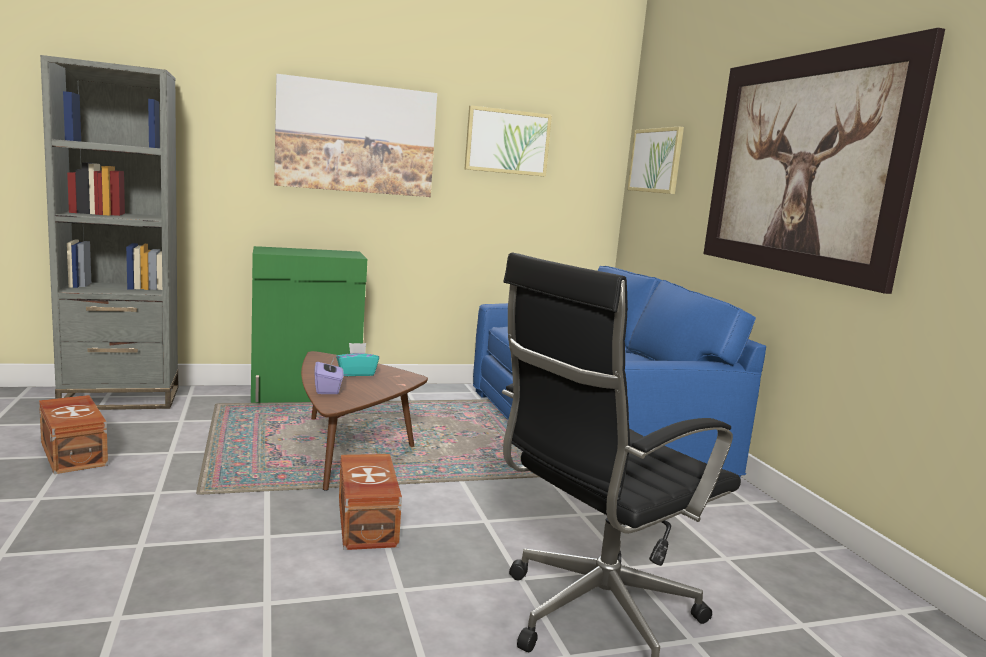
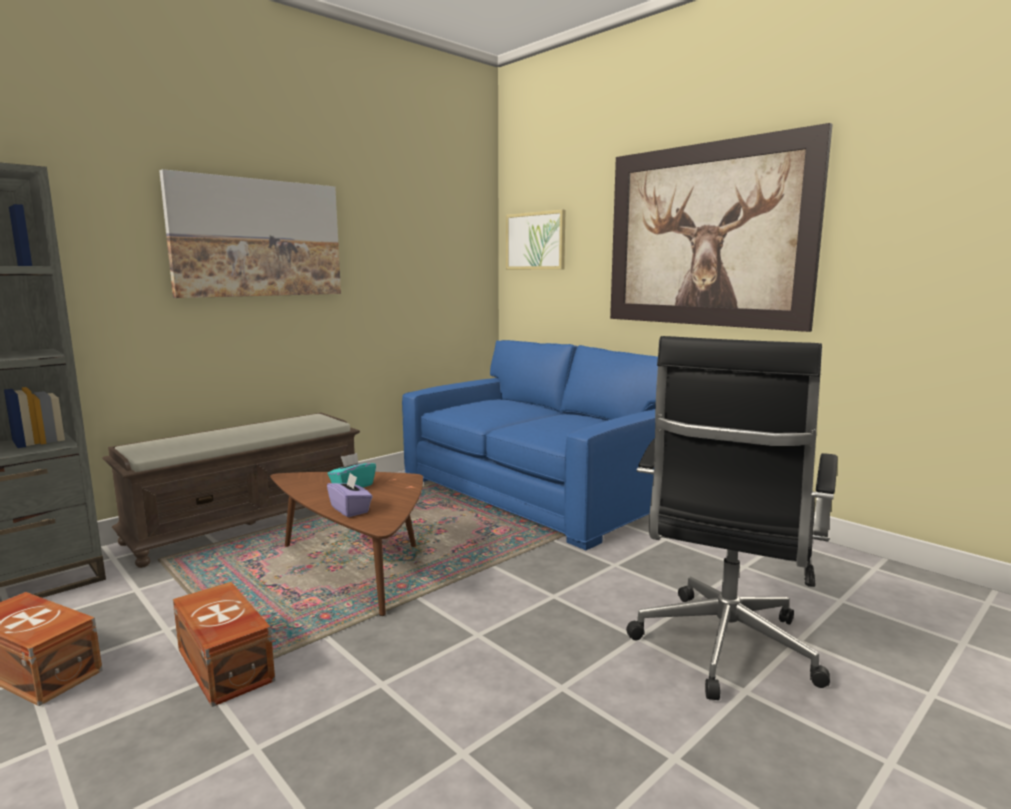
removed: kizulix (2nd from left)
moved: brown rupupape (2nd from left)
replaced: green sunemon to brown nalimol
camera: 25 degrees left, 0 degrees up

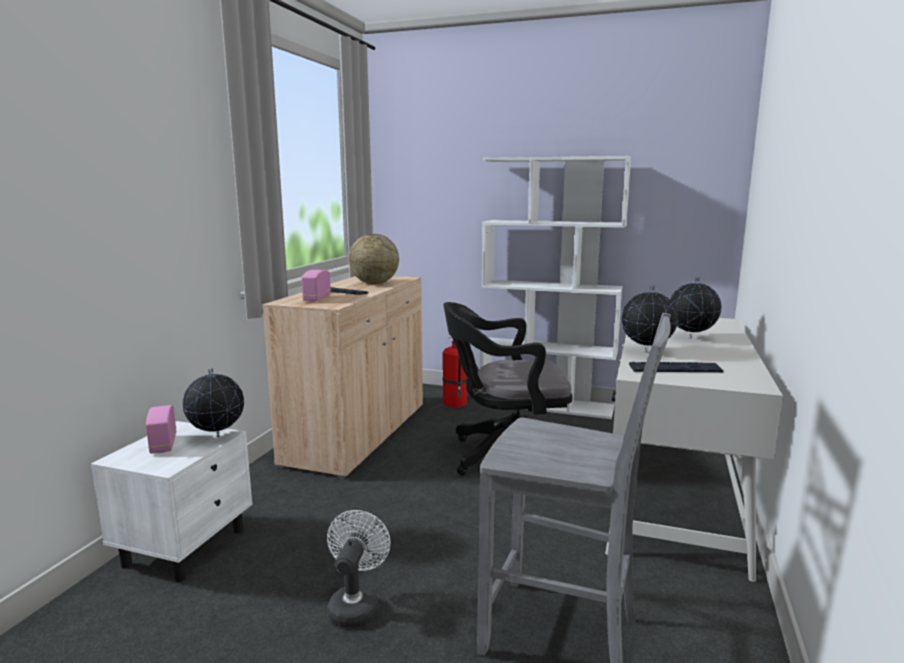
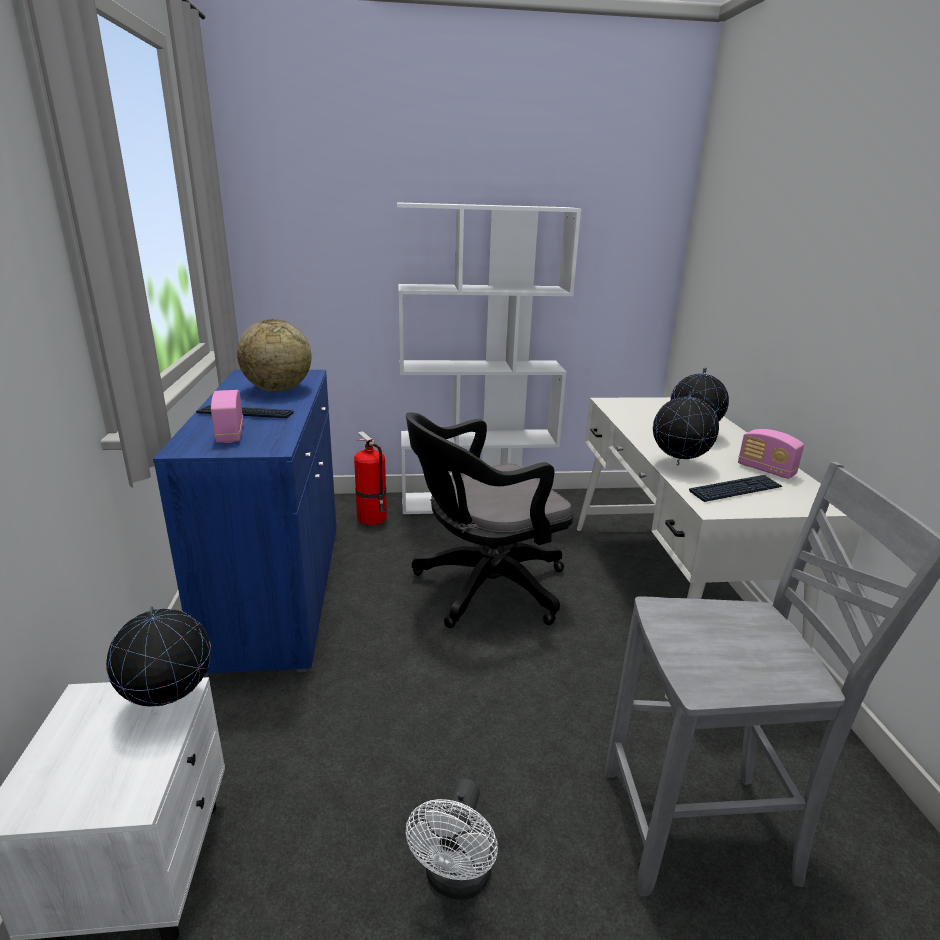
moved: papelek (1st from left in the first image) to papelek (2nd from left)
recoloured: beige sunemon to blue sunemon
turned: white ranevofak 150 degrees counterclockwise
camera: 25 degrees left, 10 degrees up

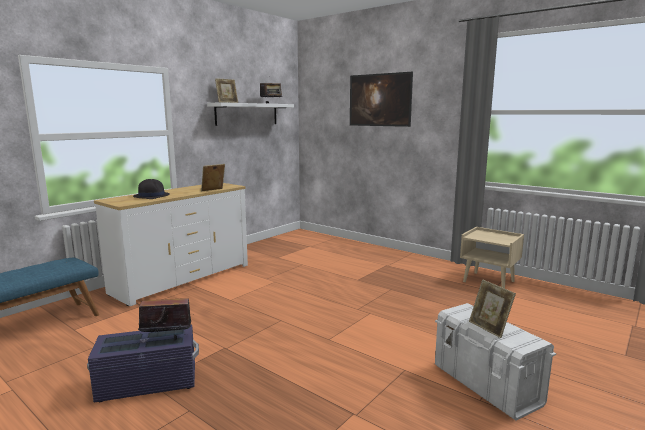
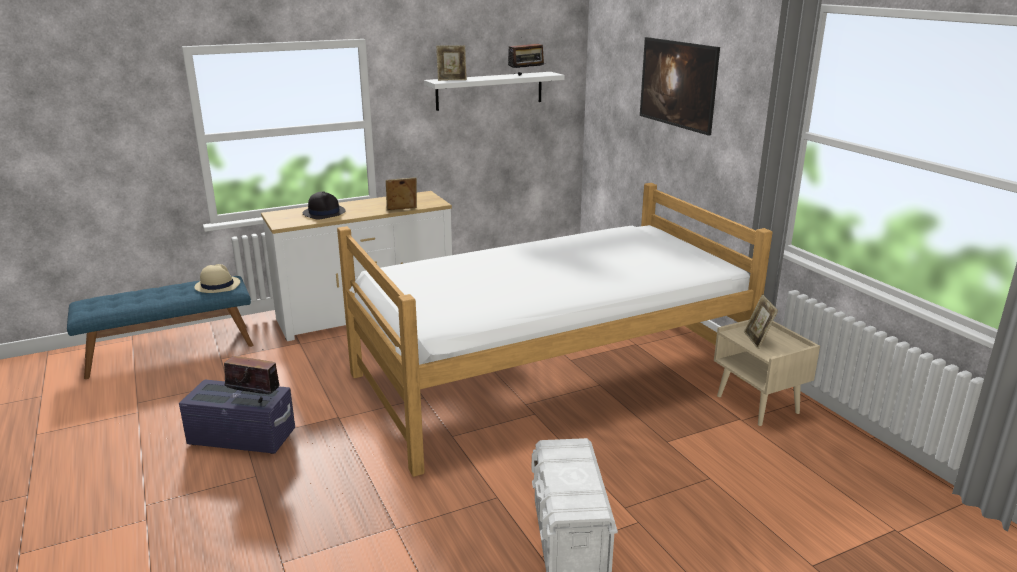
added: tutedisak; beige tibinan
moved: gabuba (3rd from left)
camera: 25 degrees right, 10 degrees up

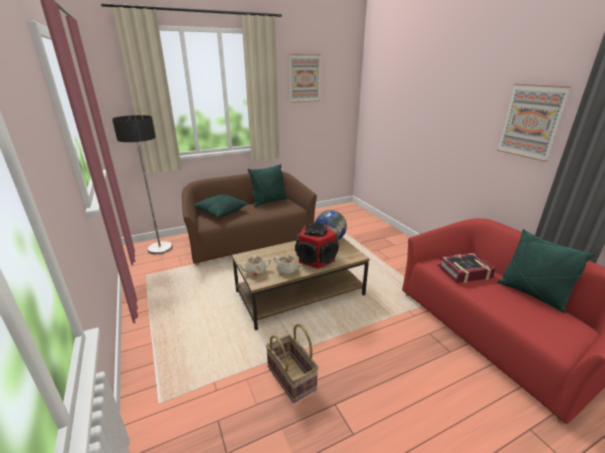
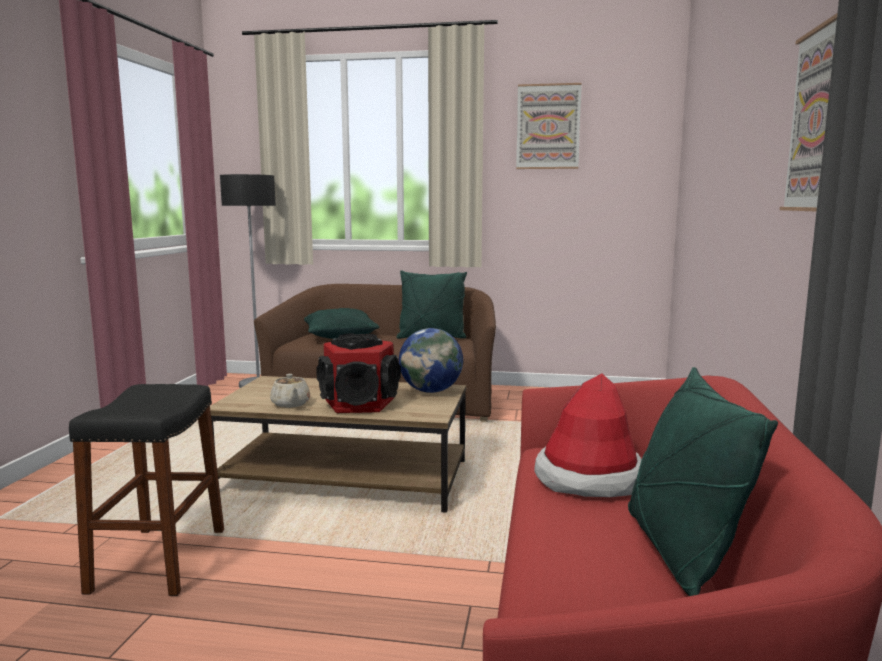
removed: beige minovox (1st from left)
replaced: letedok to tibinan; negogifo to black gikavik
camera: 35 degrees right, 15 degrees down

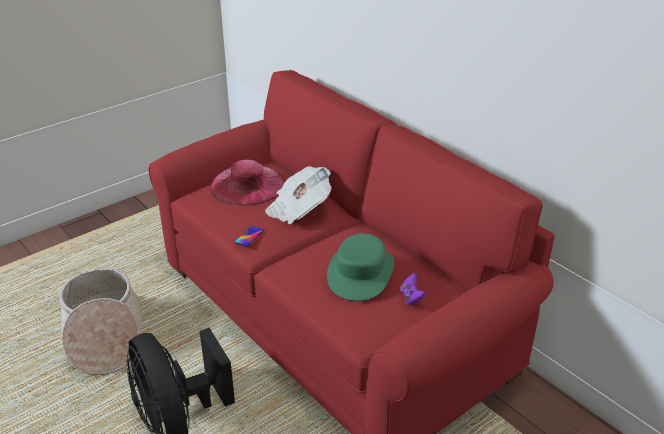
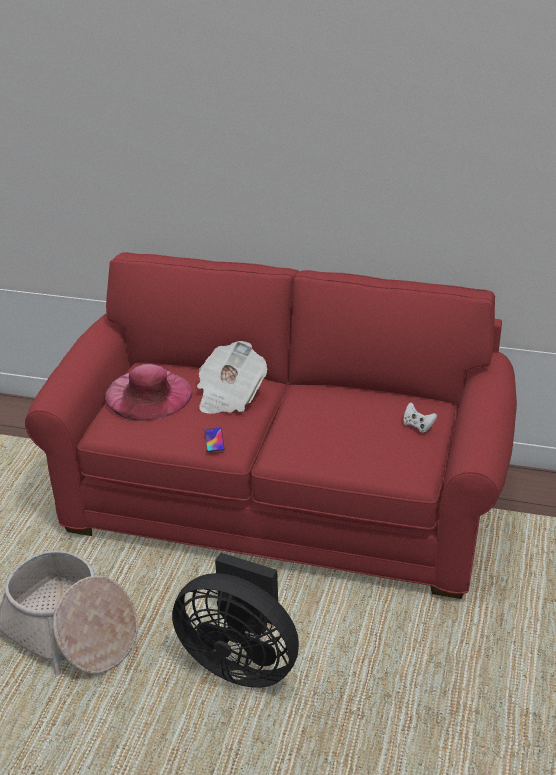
removed: green tibinan
recoloured: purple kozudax to white kozudax
camera: 35 degrees left, 0 degrees up

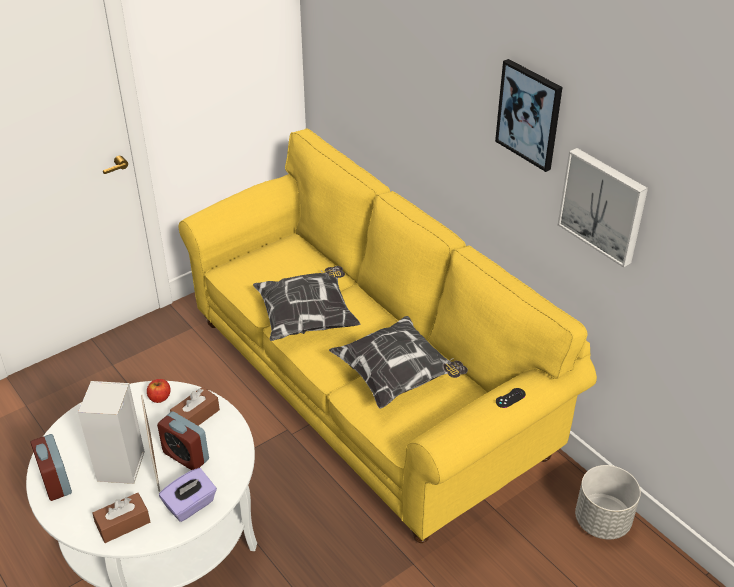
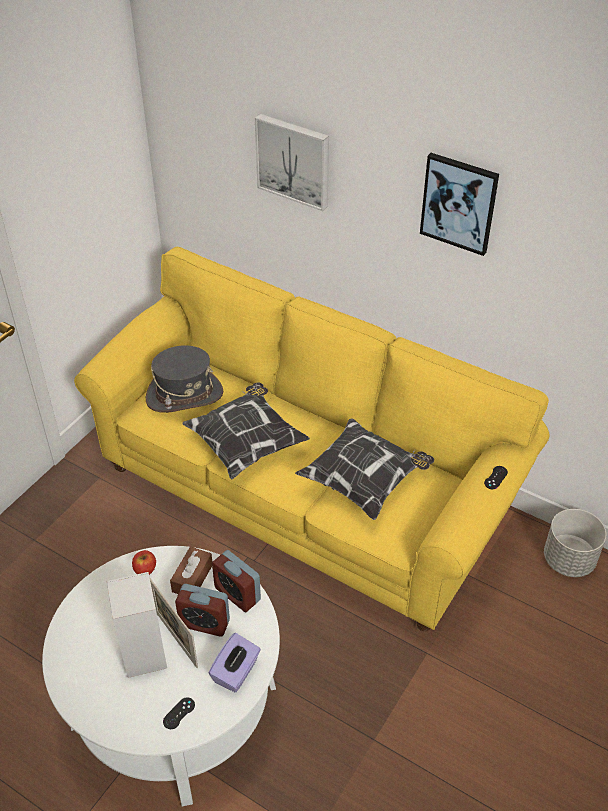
added: grey tibinan
moved: kizulix (2nd from left in the first image) to kizulix (1st from left); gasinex (1st from left in the first image) to gasinex (2nd from left)
replaced: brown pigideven (1st from left) to black kozudax (1st from left)
camera: 20 degrees left, 5 degrees up

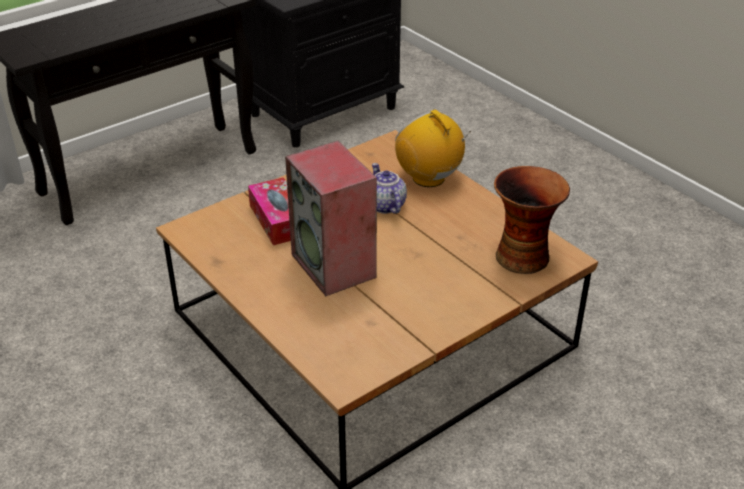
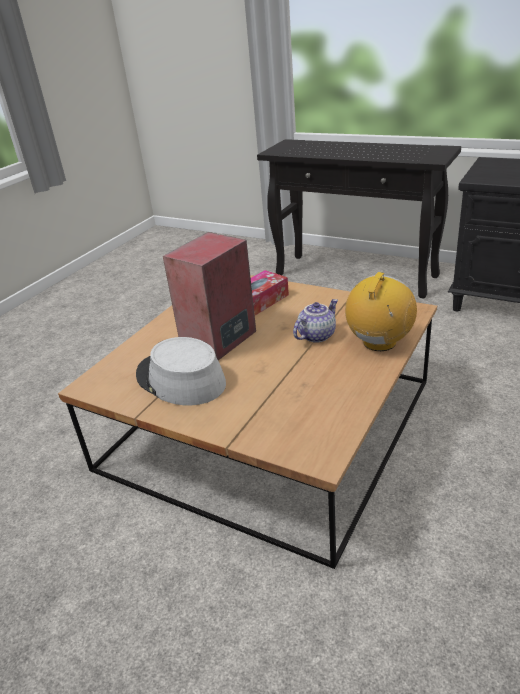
removed: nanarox
added: grey tibinan
camera: 70 degrees right, 5 degrees down

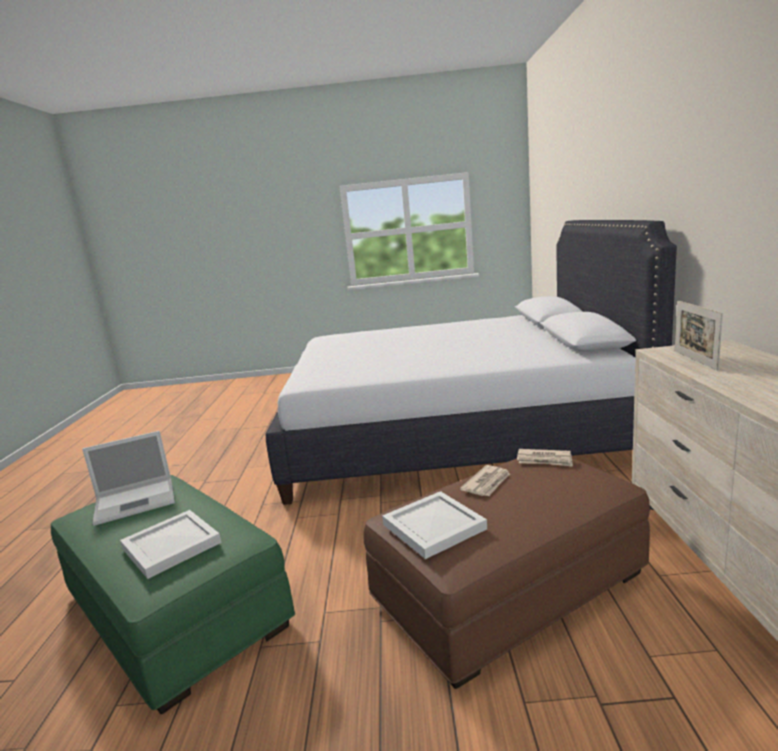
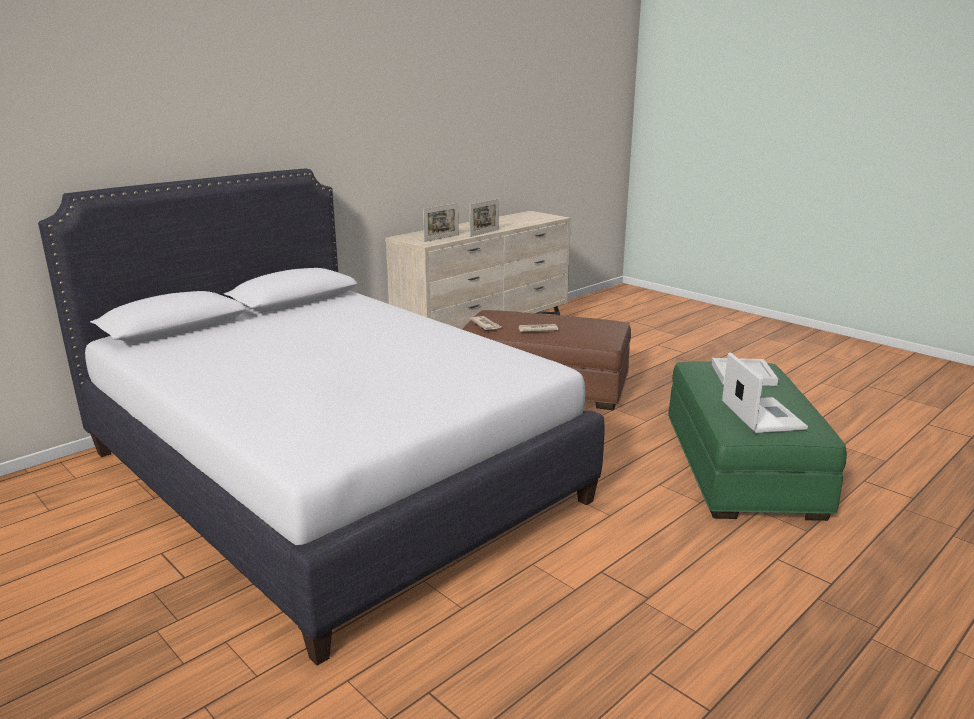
removed: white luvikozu (2nd from left)
added: gabuba (2nd from left)
turned: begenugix 60 degrees clockwise
camera: 135 degrees left, 5 degrees up

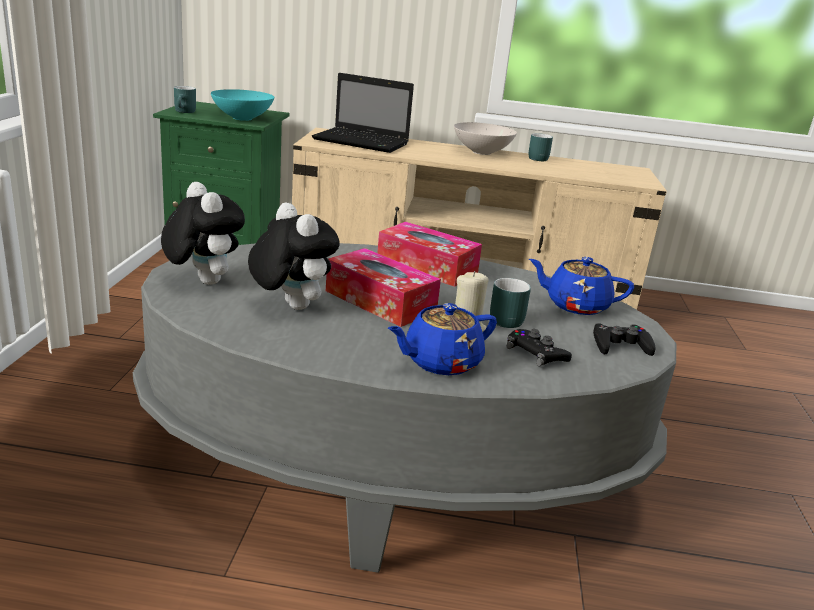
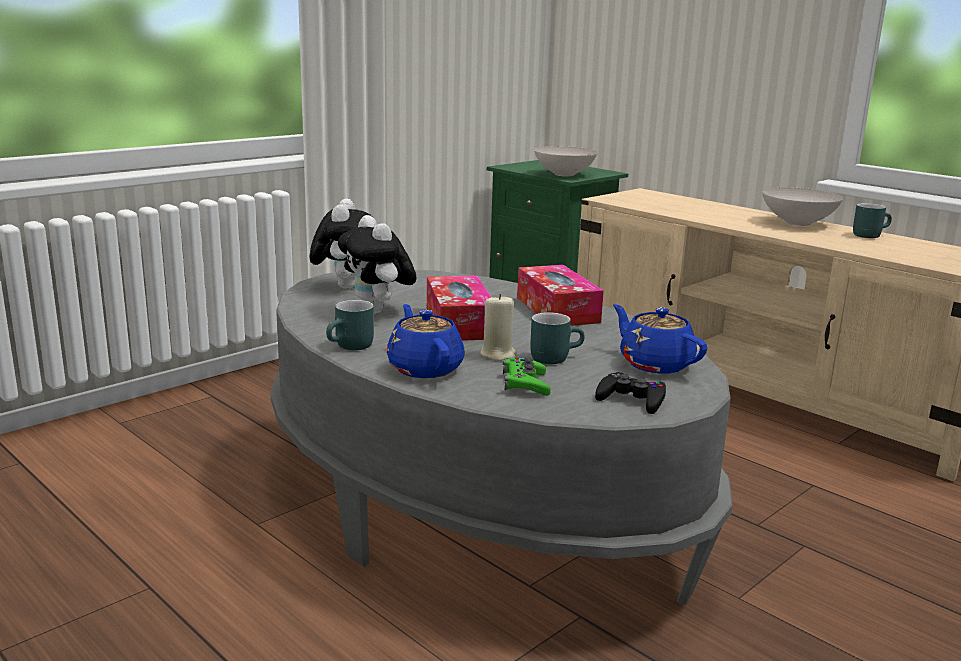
removed: begenugix
moved: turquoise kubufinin (1st from left)
recoloured: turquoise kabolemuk to white kabolemuk (1st from left); black kozudax (1st from left) to green kozudax
turned: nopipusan (2nd from left) 150 degrees clockwise; blue minovox (1st from left) 60 degrees clockwise
camera: 40 degrees right, 5 degrees down

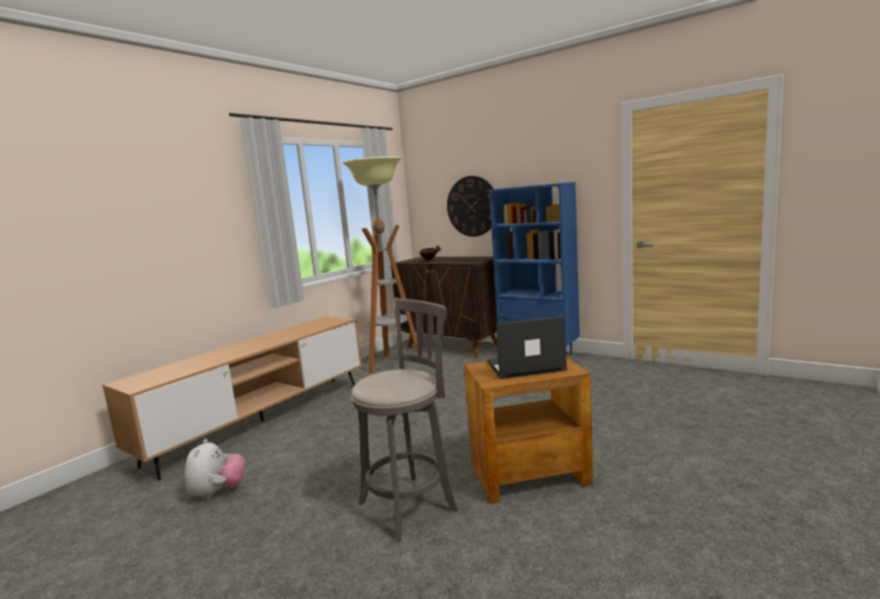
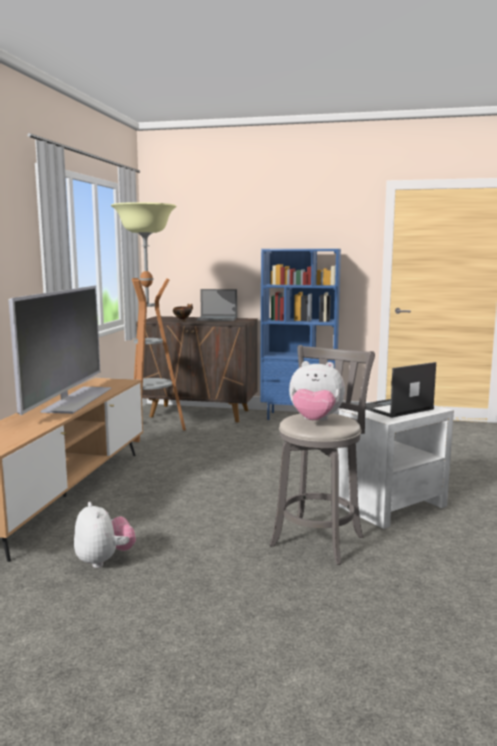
removed: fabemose
added: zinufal; begenugix (1st from left); nopipusan (2nd from left)
recoloured: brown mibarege to white mibarege
camera: 25 degrees left, 0 degrees up

